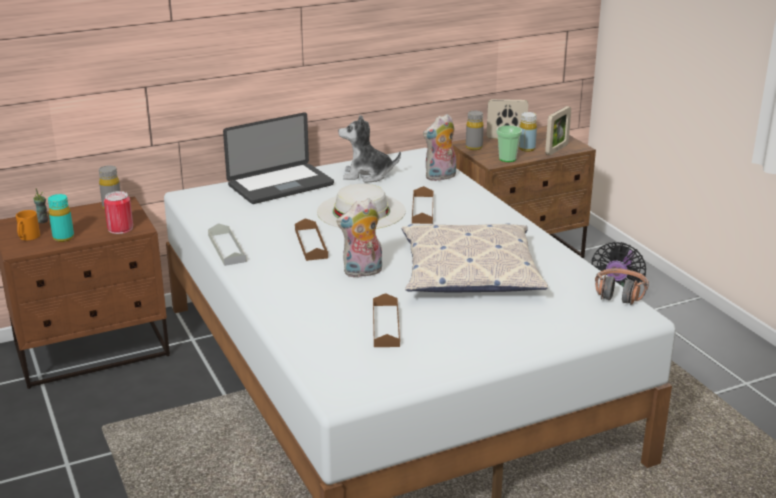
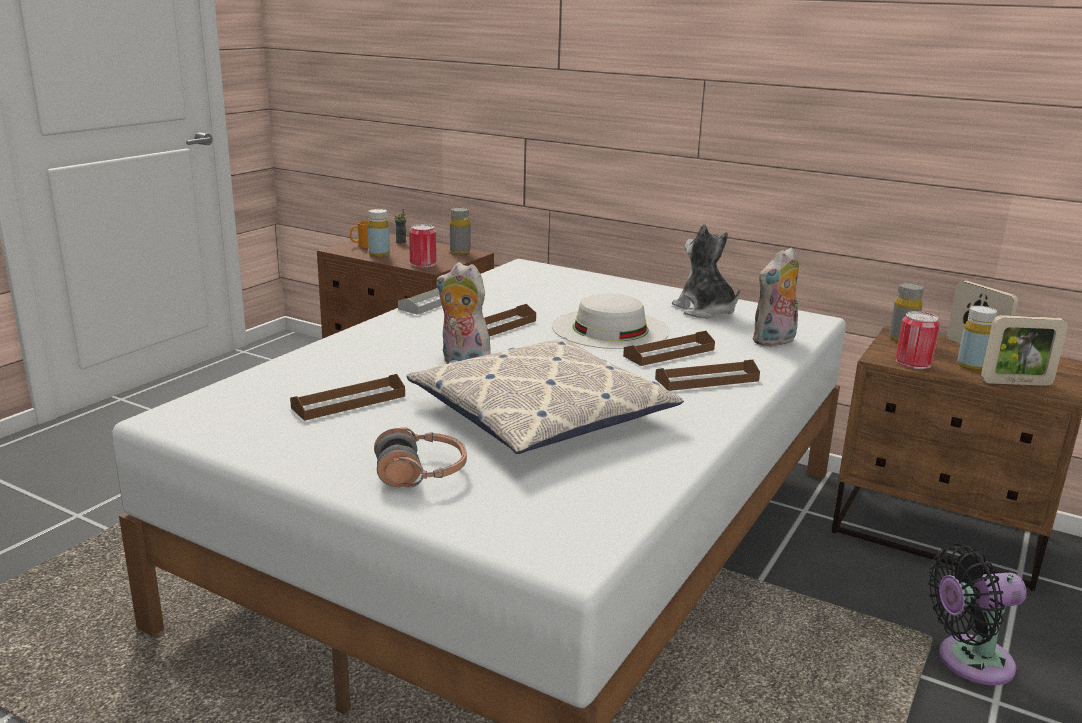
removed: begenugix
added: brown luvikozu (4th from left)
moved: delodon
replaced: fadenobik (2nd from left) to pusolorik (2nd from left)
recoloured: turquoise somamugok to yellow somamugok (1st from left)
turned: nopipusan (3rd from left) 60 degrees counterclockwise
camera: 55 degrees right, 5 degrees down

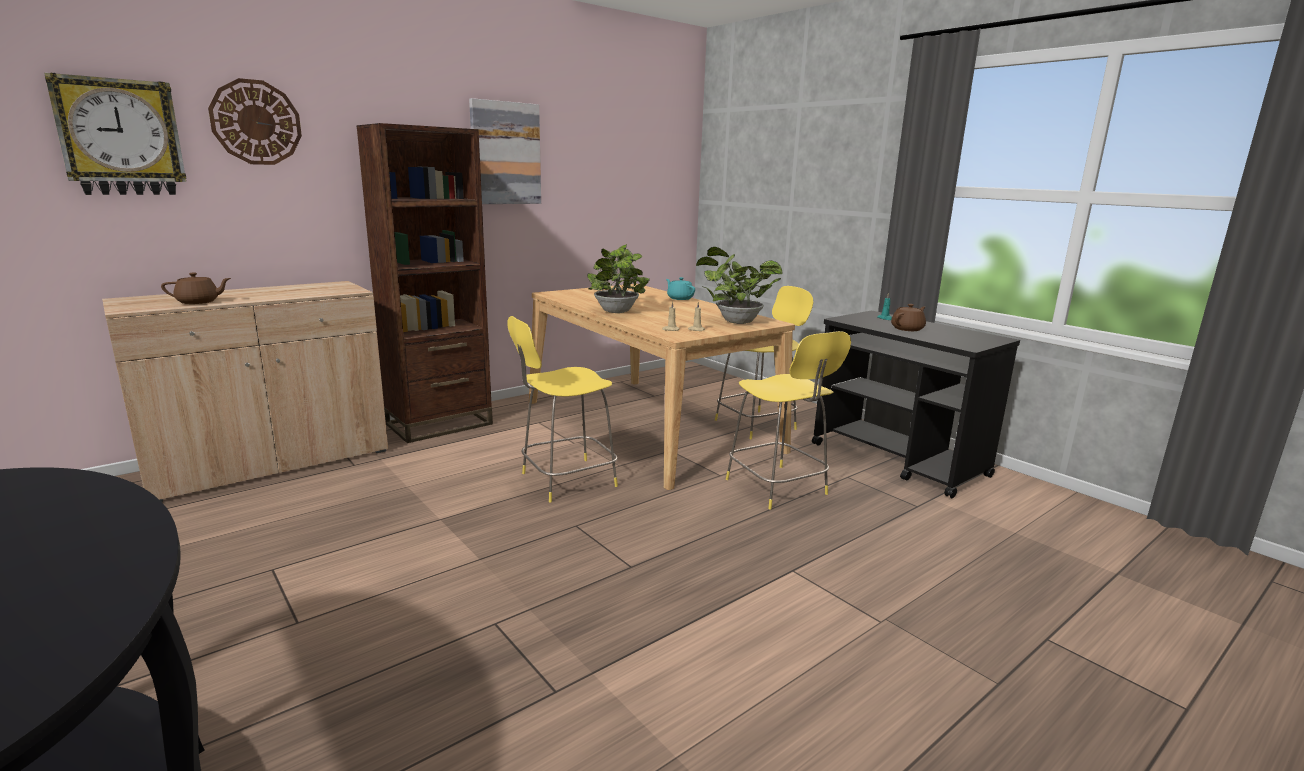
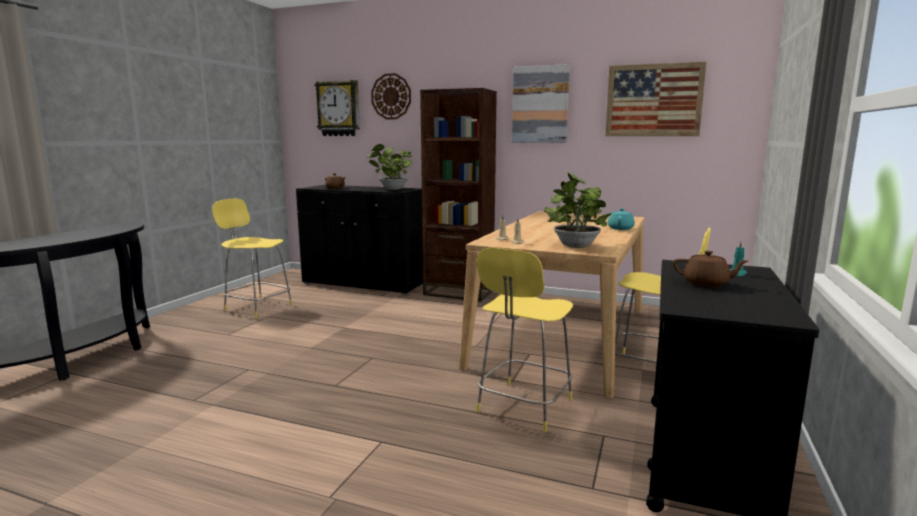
added: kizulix (2nd from left)
moved: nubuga (1st from left); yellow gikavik (1st from left)
recoloured: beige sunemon to black sunemon
camera: 60 degrees right, 5 degrees down

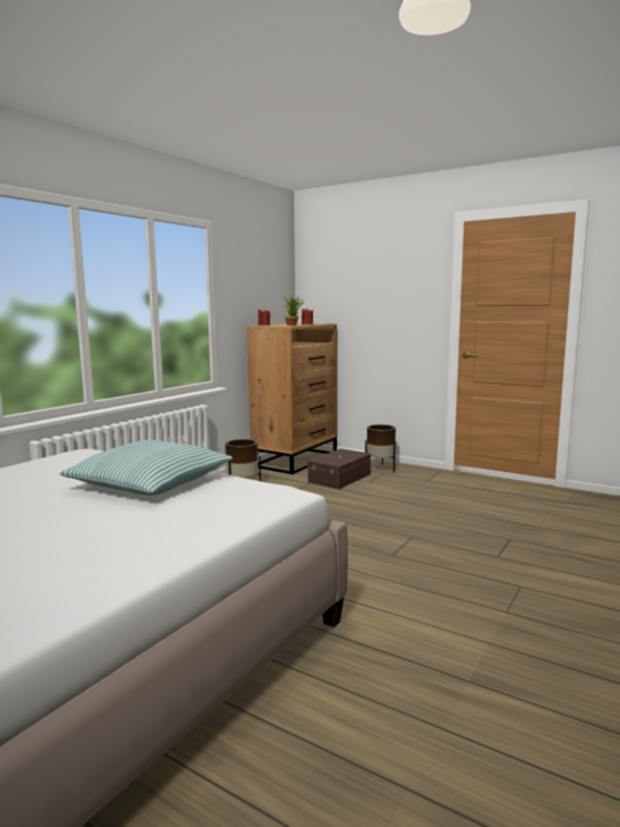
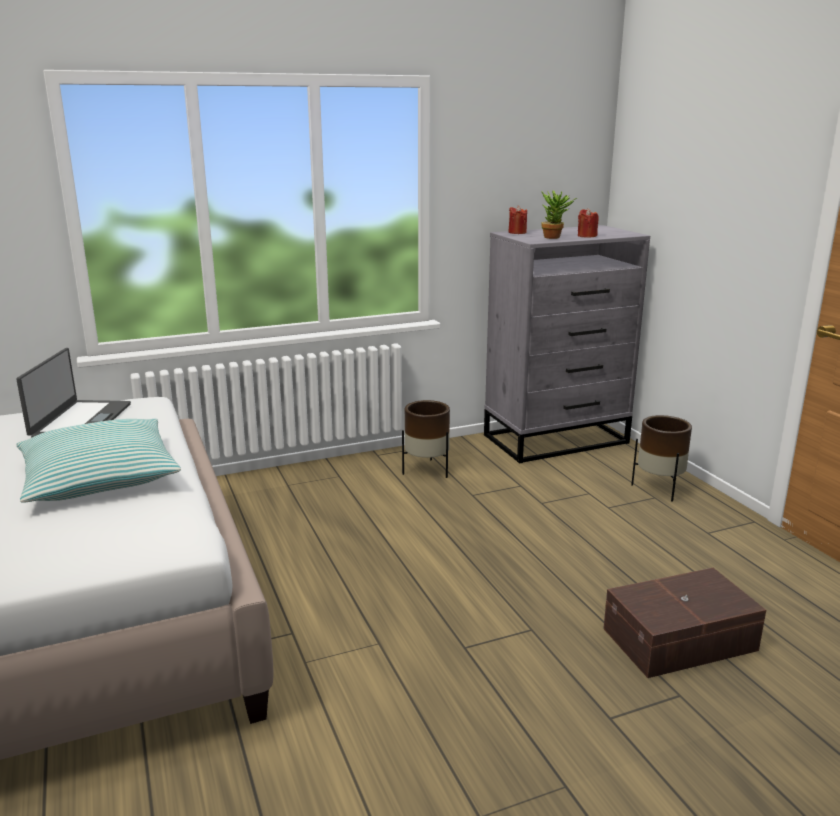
added: begenugix
moved: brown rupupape
recoloured: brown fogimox to grey fogimox
camera: 35 degrees right, 10 degrees up

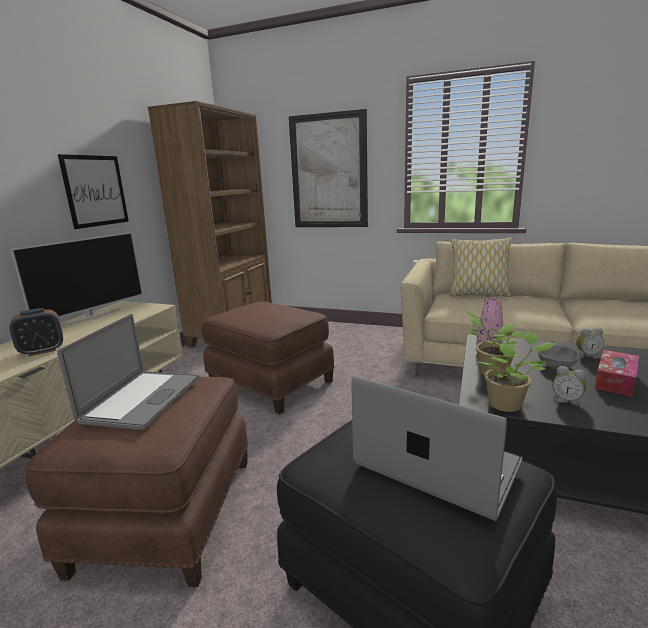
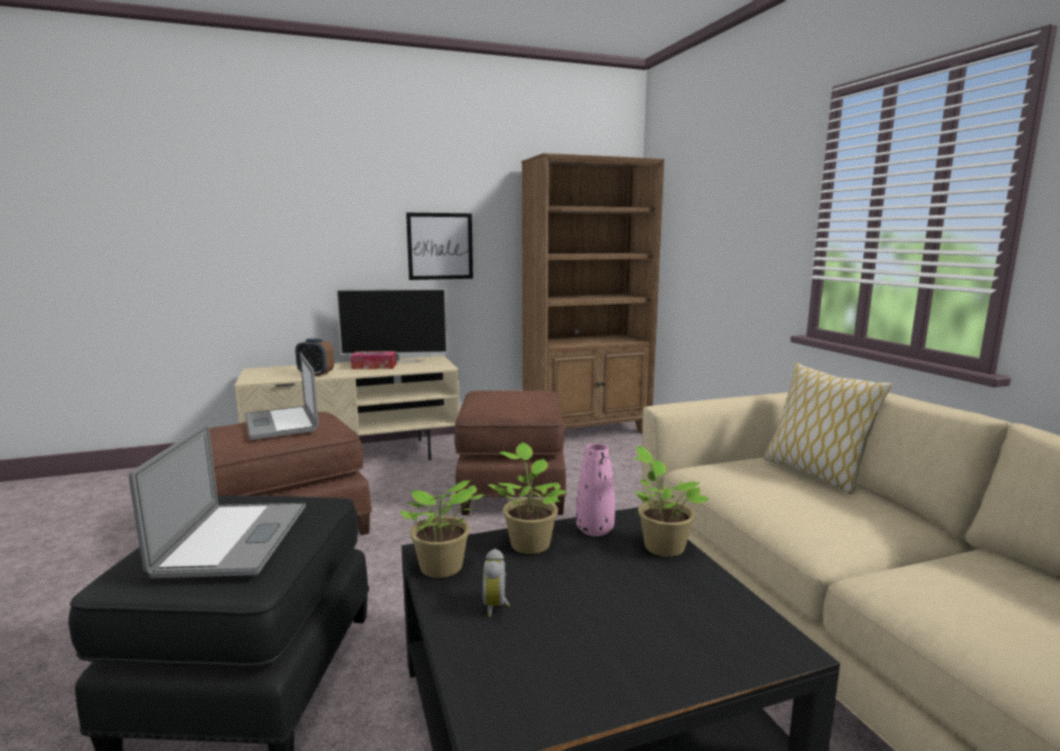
removed: kizulix (2nd from left); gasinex (3rd from left); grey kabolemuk
added: nubuga (3rd from left)
moved: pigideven
turned: begenugix (1st from left in the first image) 90 degrees clockwise
camera: 50 degrees right, 5 degrees down

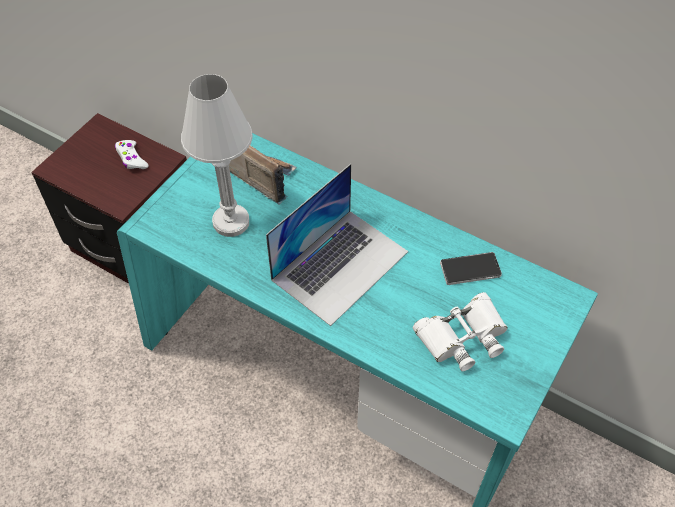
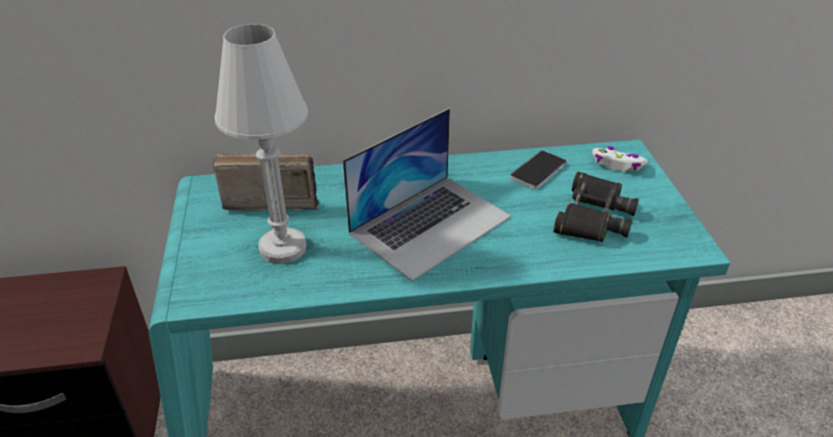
moved: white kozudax
recoloured: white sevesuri to black sevesuri
turned: begenugix 45 degrees clockwise
camera: 40 degrees left, 15 degrees down

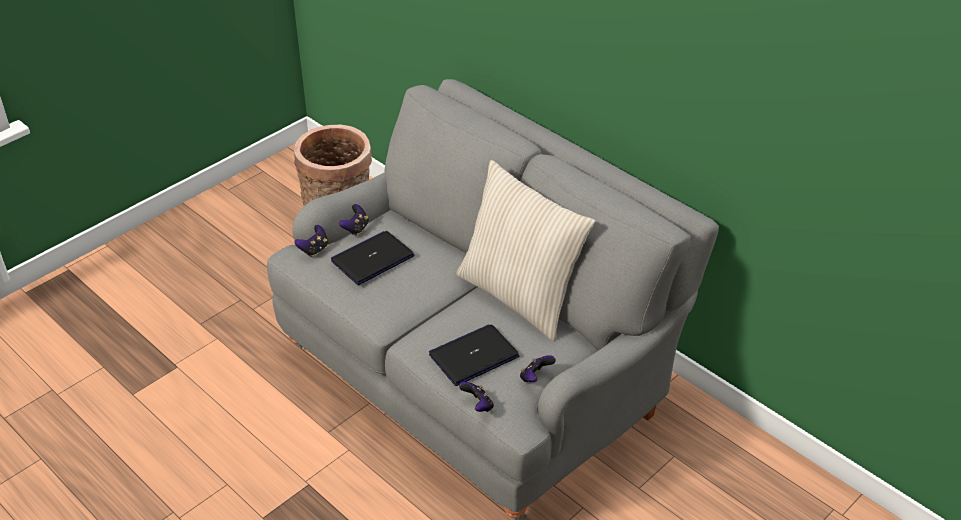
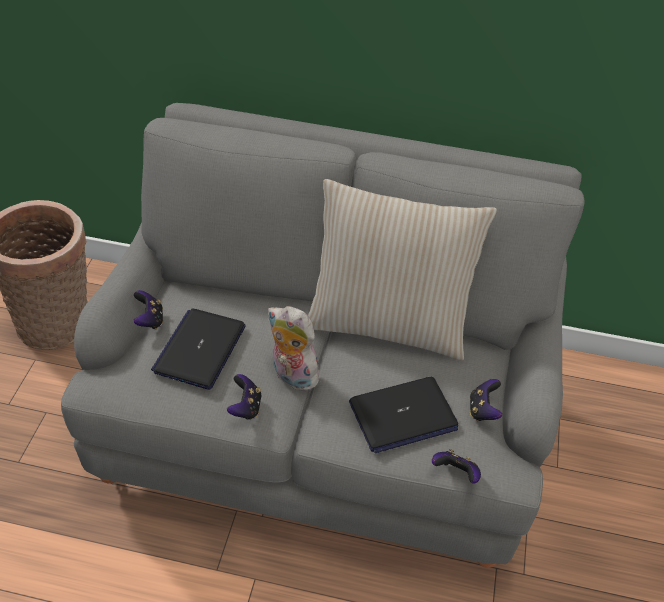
added: nopipusan
moved: kozudax (1st from left in the first image) to kozudax (2nd from left)
turned: begenugix (2nd from left) 135 degrees counterclockwise
camera: 35 degrees left, 5 degrees up

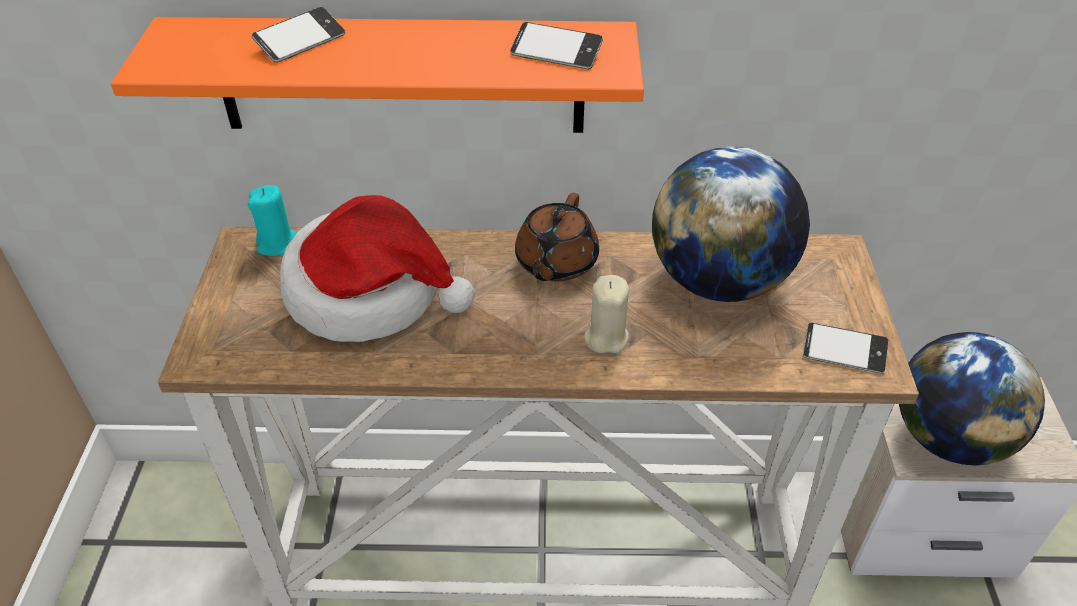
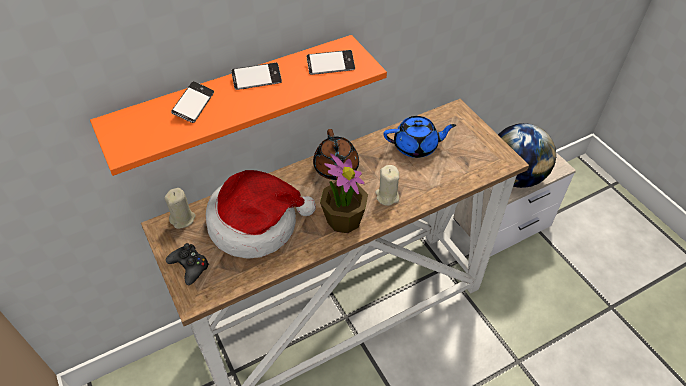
added: nubuga; black kozudax
moved: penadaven (3rd from left in the first image) to penadaven (2nd from left)
replaced: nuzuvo (1st from left) to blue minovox
recoloured: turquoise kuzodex to beige kuzodex (1st from left)
camera: 30 degrees left, 5 degrees up

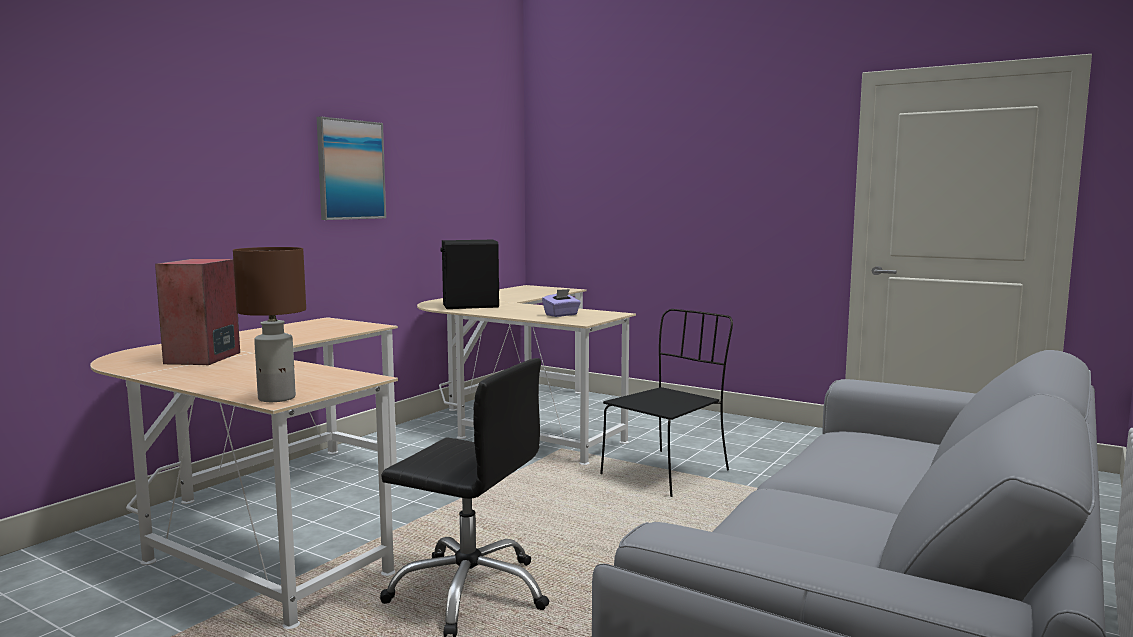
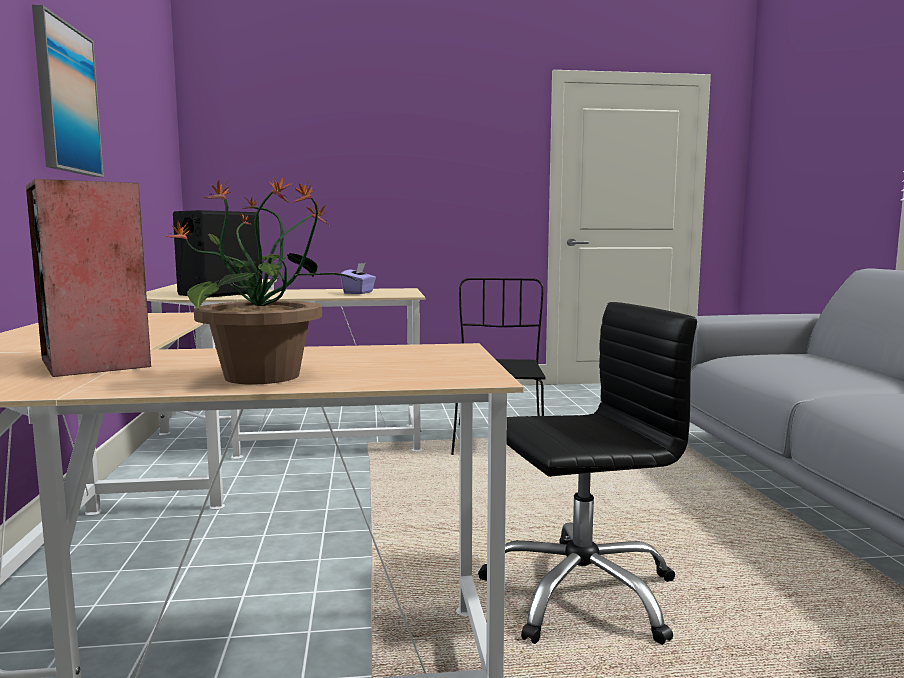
removed: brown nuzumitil
added: nubuga
camera: 40 degrees left, 0 degrees up

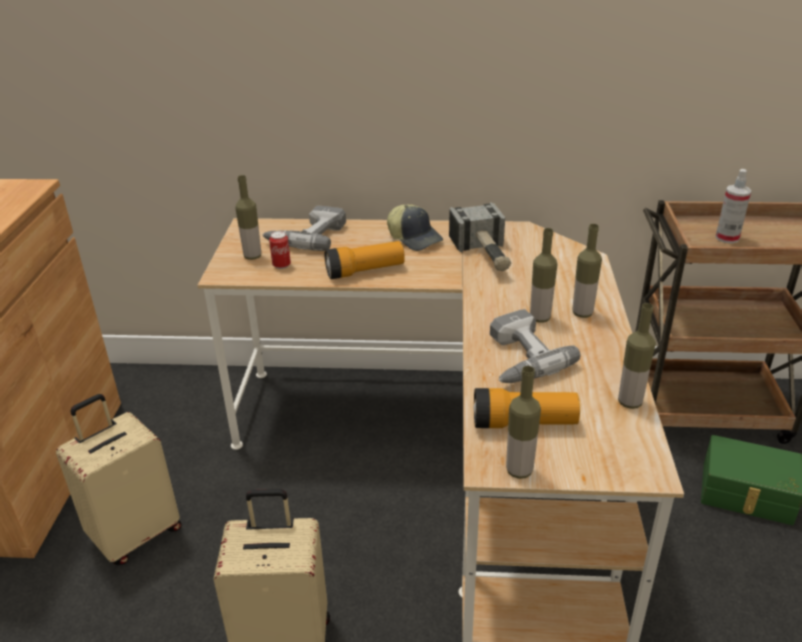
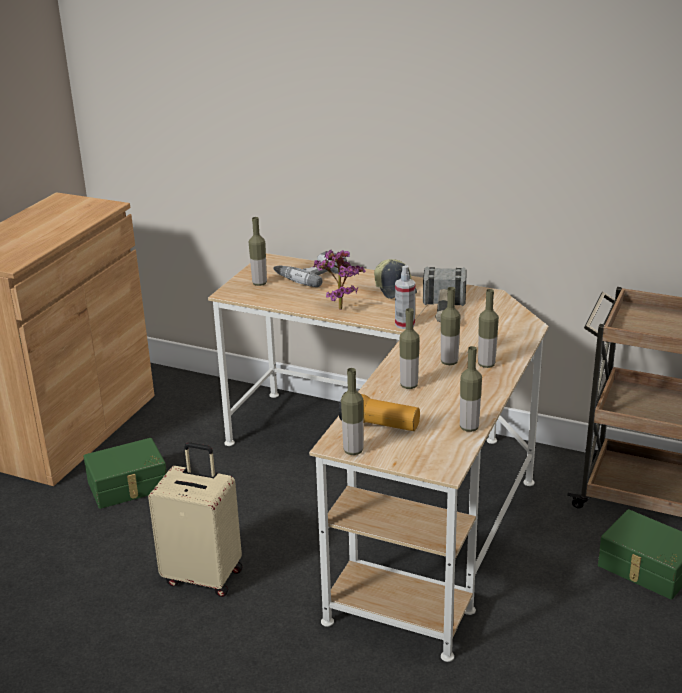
removed: pusolorik
moved: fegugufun
replaced: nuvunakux (1st from left) to nubuga; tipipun (2nd from left) to somamugok (3rd from left); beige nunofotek (1st from left) to green rupupape (1st from left)
camera: 20 degrees right, 5 degrees down

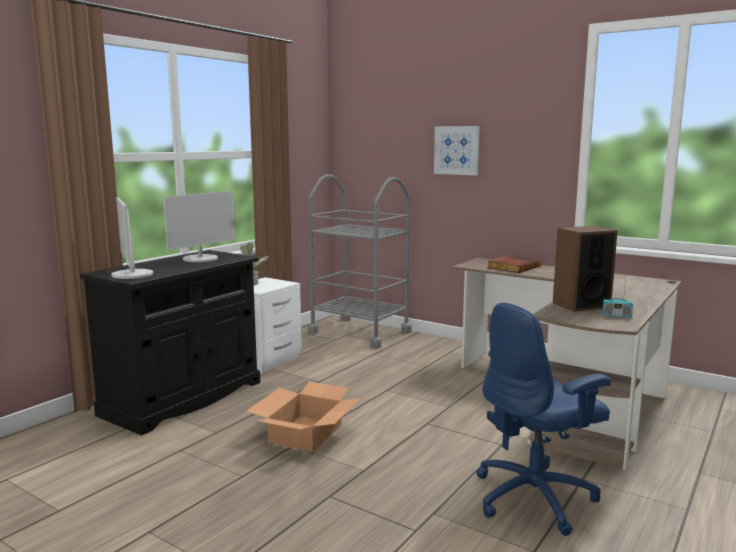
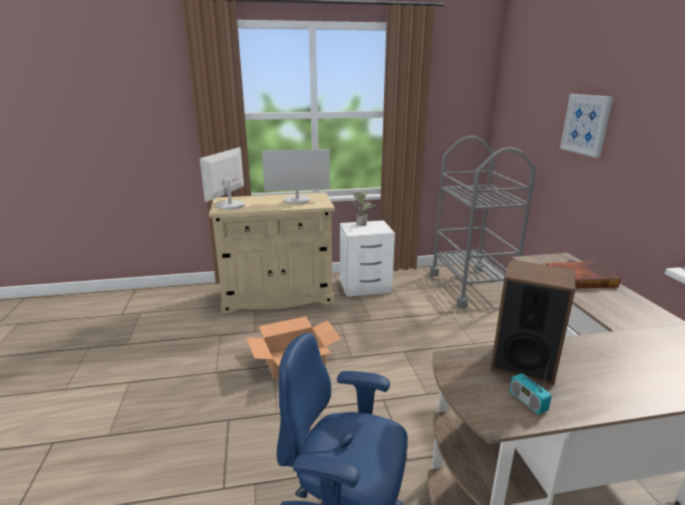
recoloured: black sunemon to beige sunemon
camera: 45 degrees right, 10 degrees up

